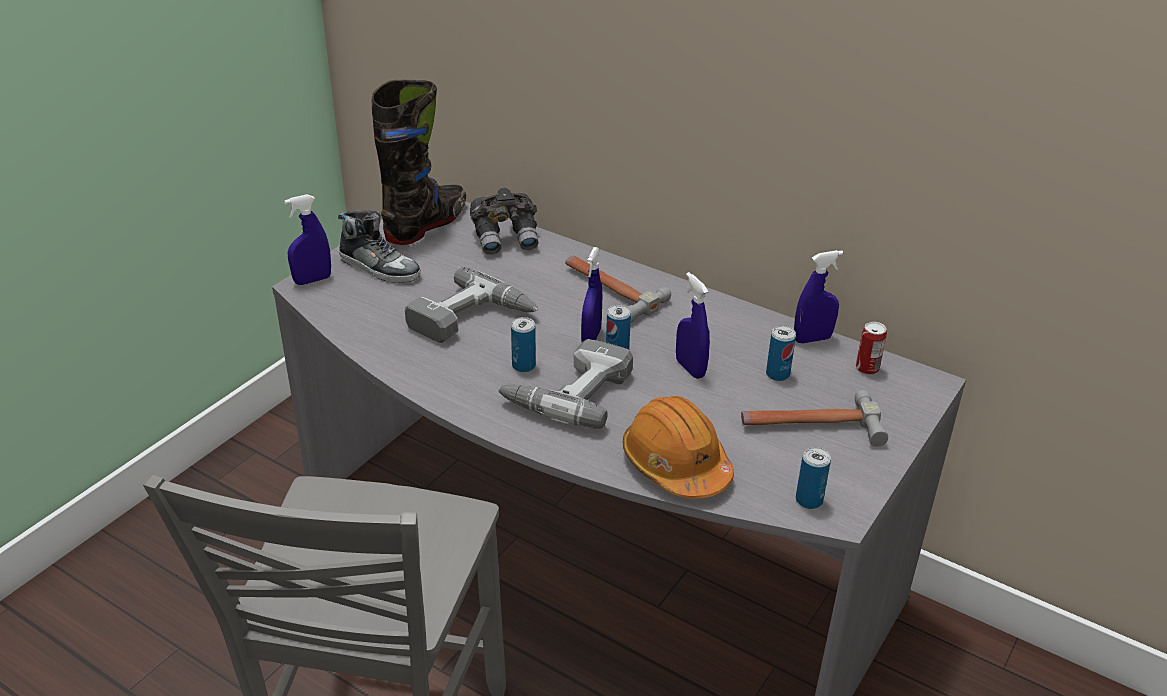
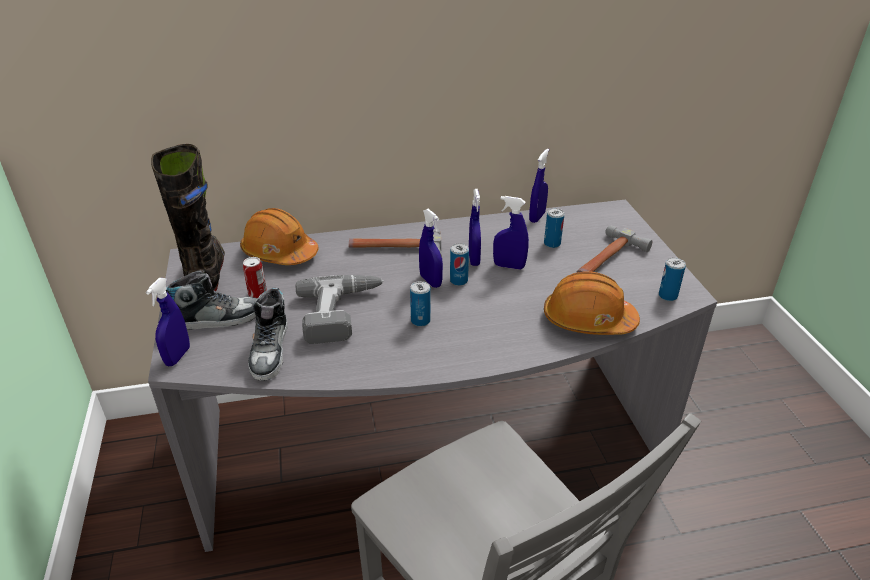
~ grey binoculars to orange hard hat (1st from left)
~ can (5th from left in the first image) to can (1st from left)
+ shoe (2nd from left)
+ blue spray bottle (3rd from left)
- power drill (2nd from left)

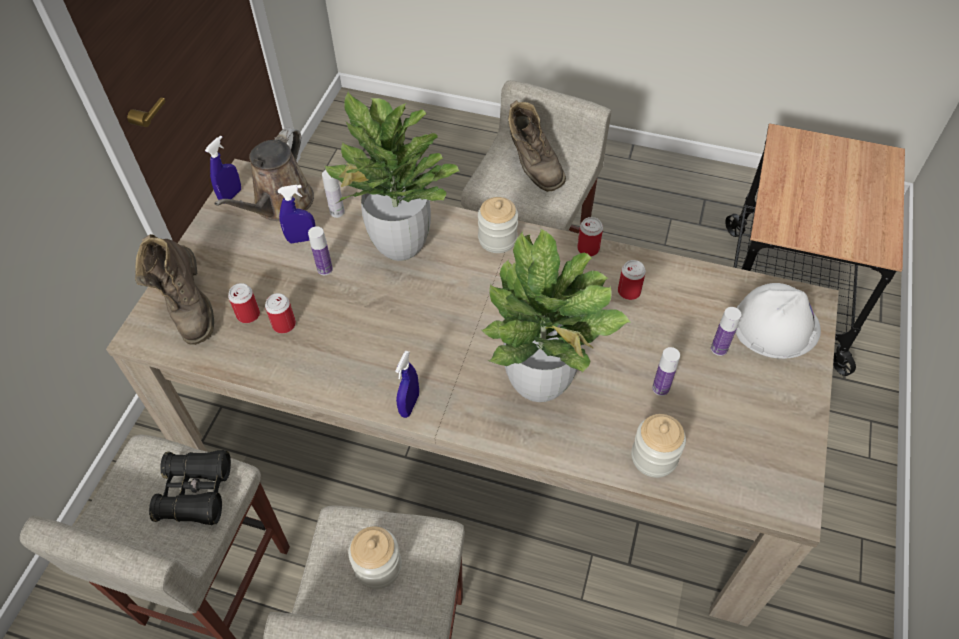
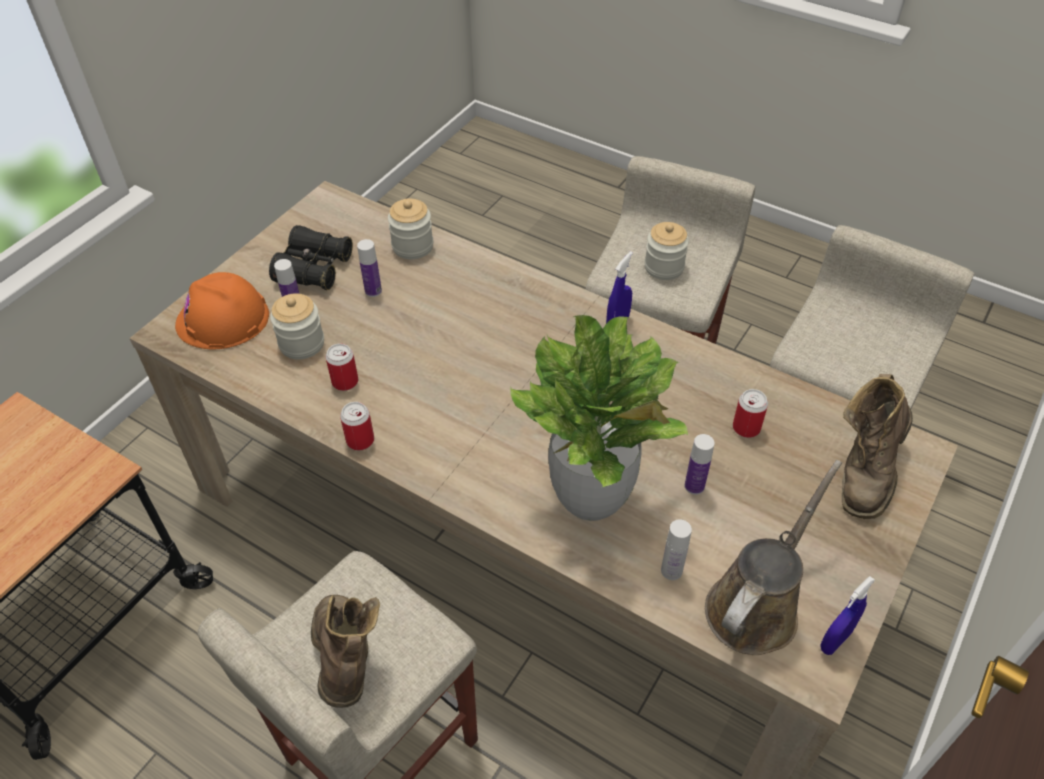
~ white hard hat to orange hard hat
~ black binoculars
~ jar (2nd from left in the first image) to jar (1st from left)
~ brown boot (1st from left in the first image) 150 degrees counterclockwise
- can (1st from left)
- blue spray bottle (2nd from left)
- potted plant (2nd from left)

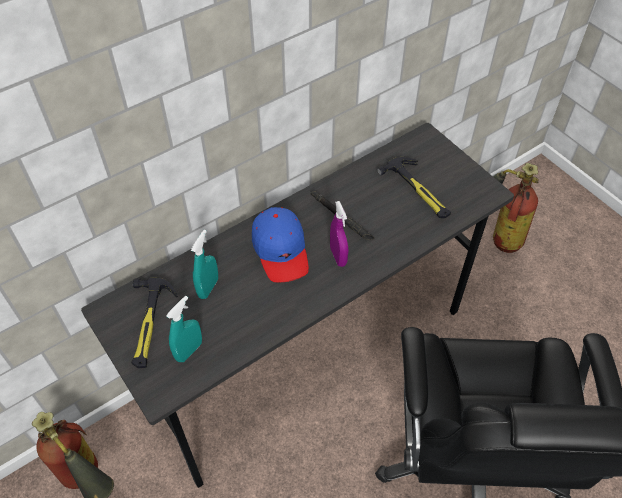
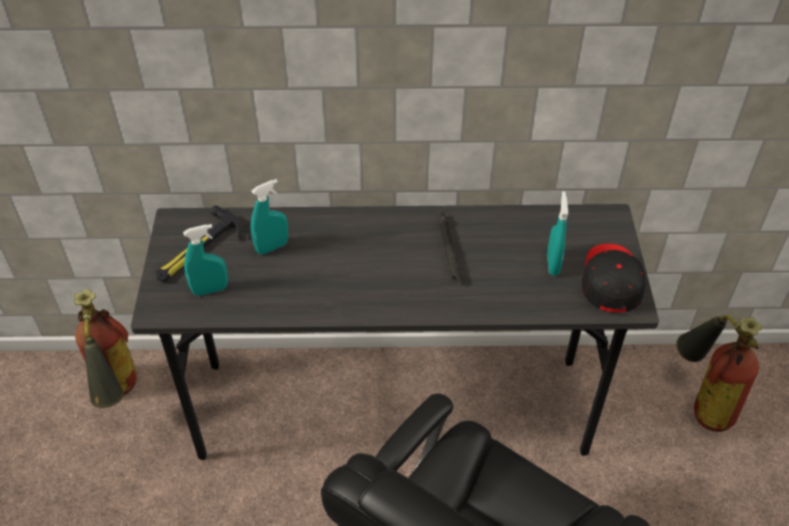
~ hammer (2nd from left) to turquoise spray bottle (3rd from left)
+ black cap
- blue cap
- purple spray bottle

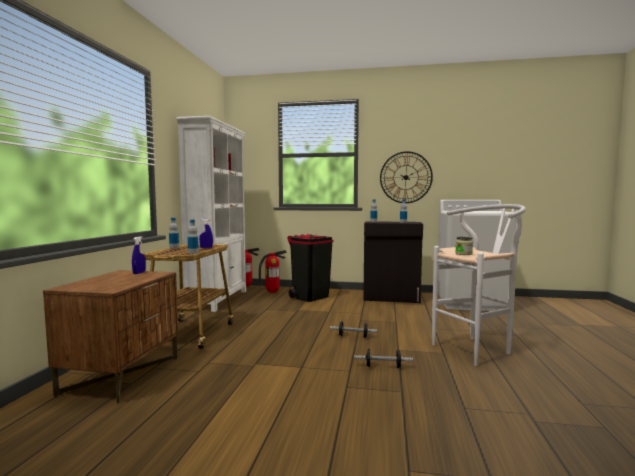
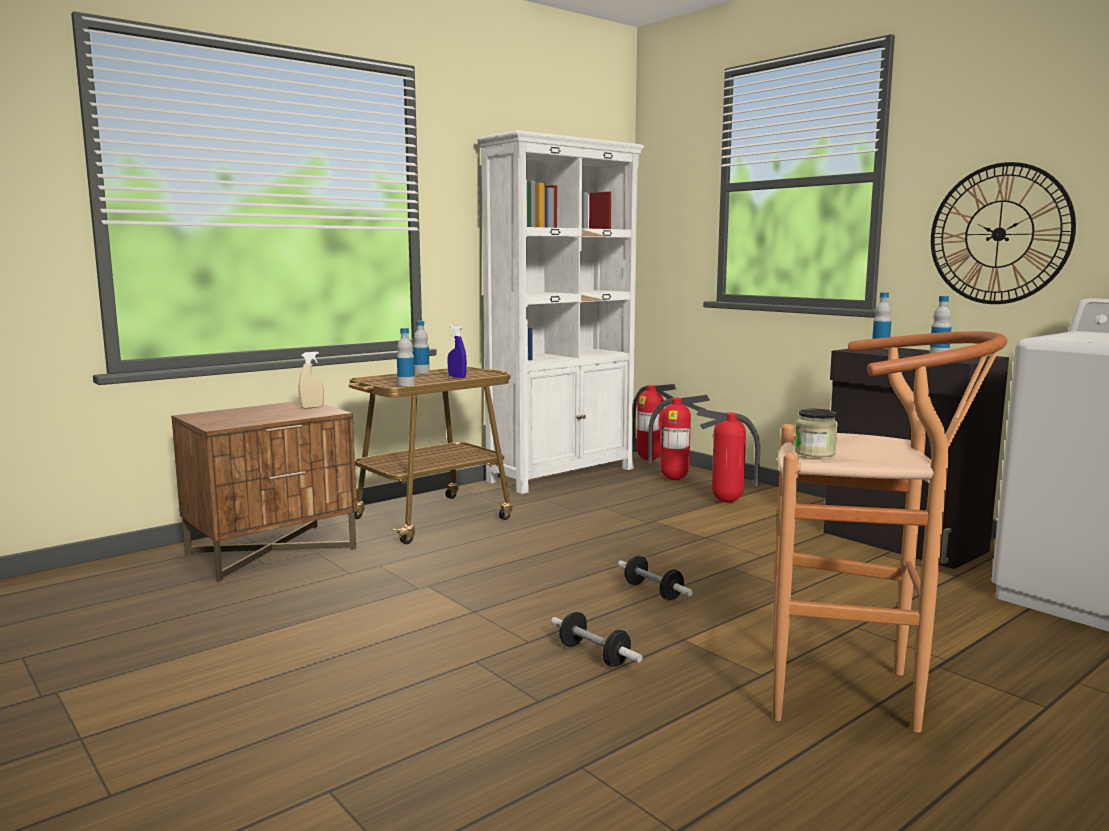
~ blue spray bottle (1st from left) to beige spray bottle
~ black trash can to fire extinguisher (3rd from left)
~ white stool to brown stool

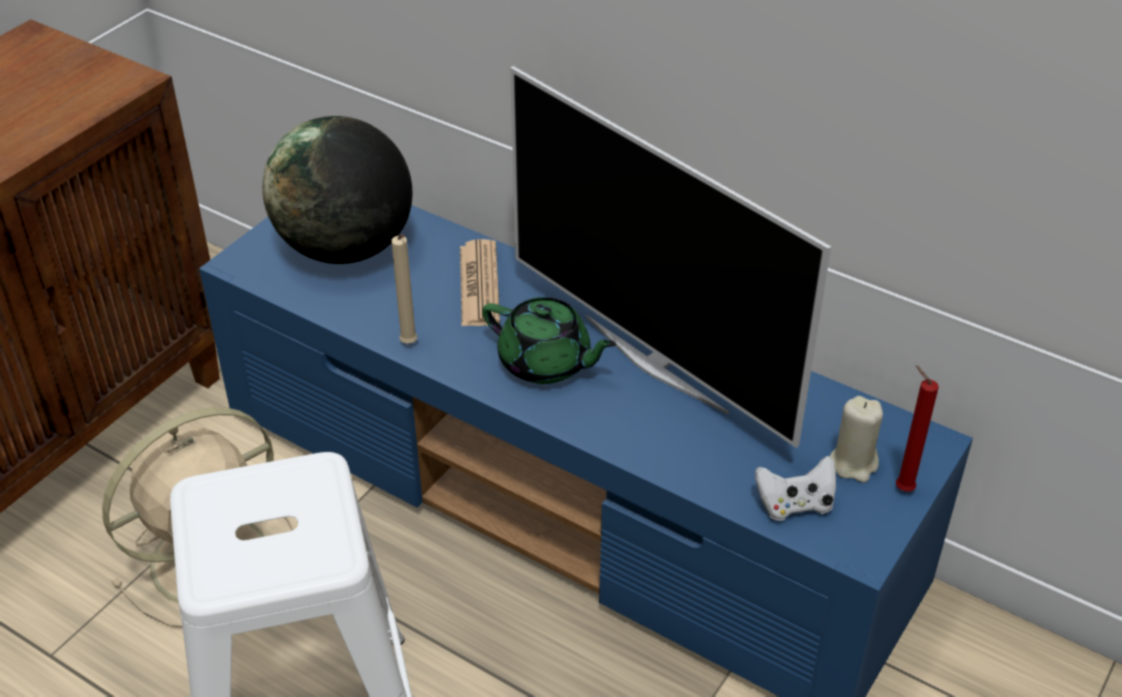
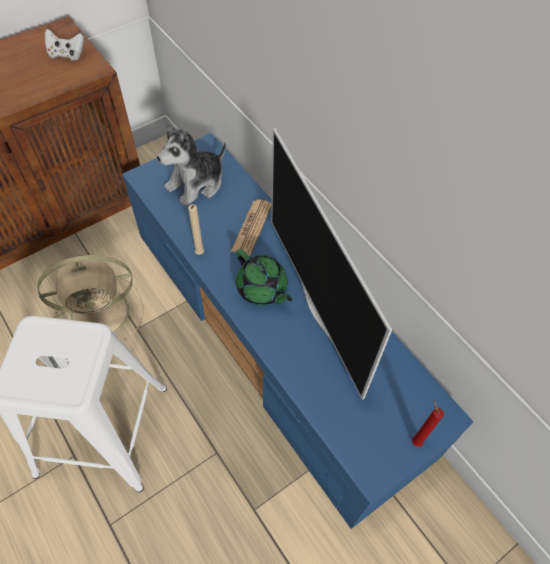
~ white game controller
~ globe to plush toy
- beige candle (2nd from left)

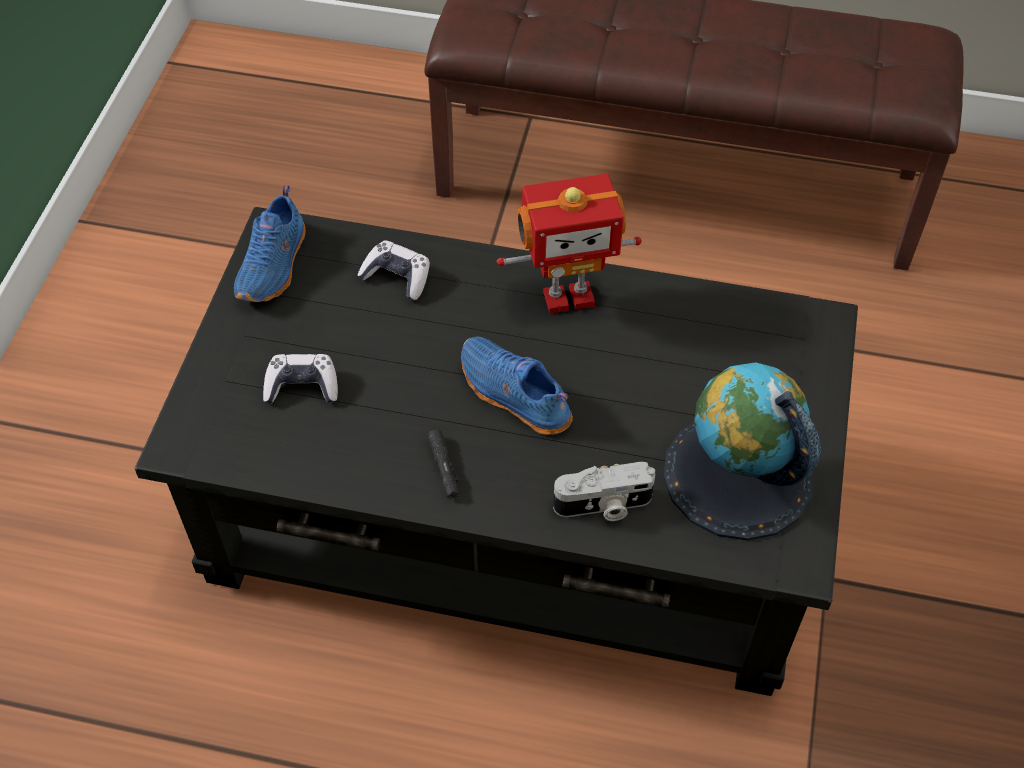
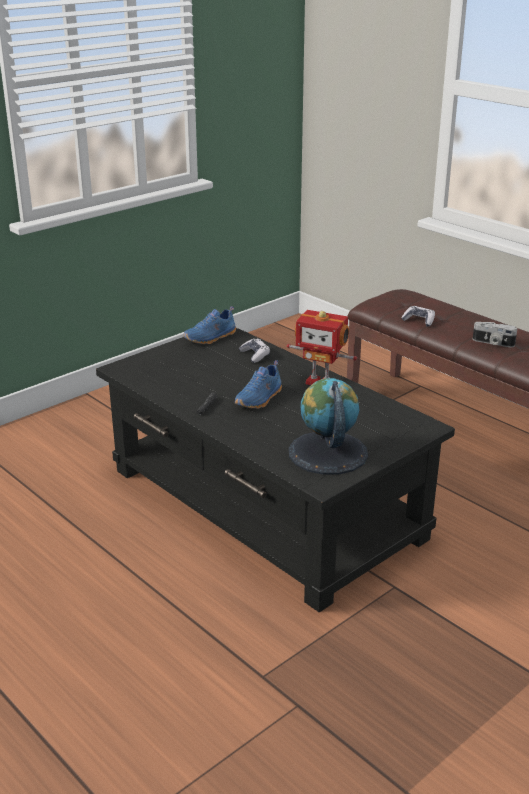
~ blue shoe (2nd from left) 135 degrees counterclockwise
~ game controller (1st from left in the first image) to game controller (2nd from left)
~ photo camera

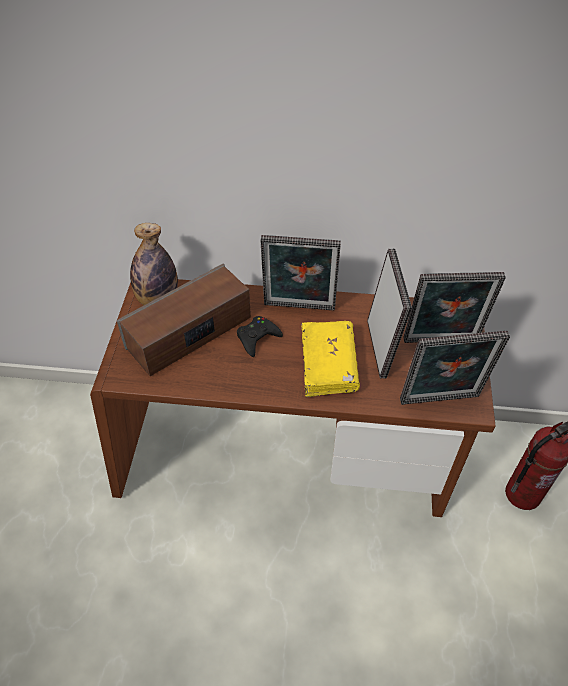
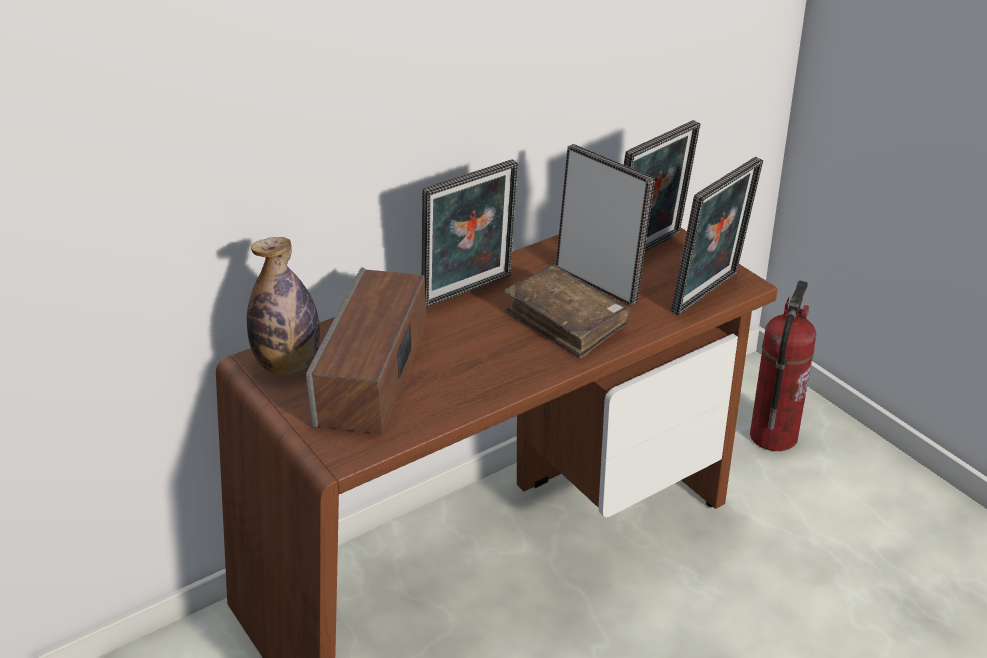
~ yellow book to brown book
- black game controller

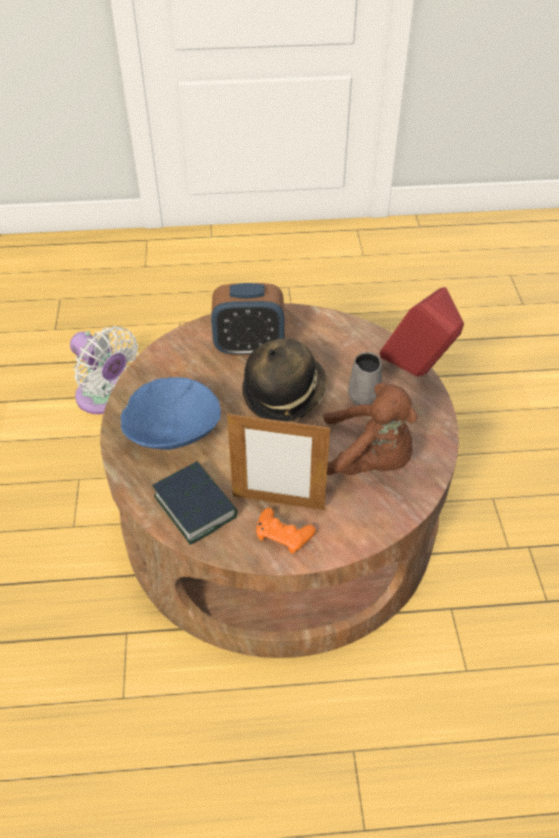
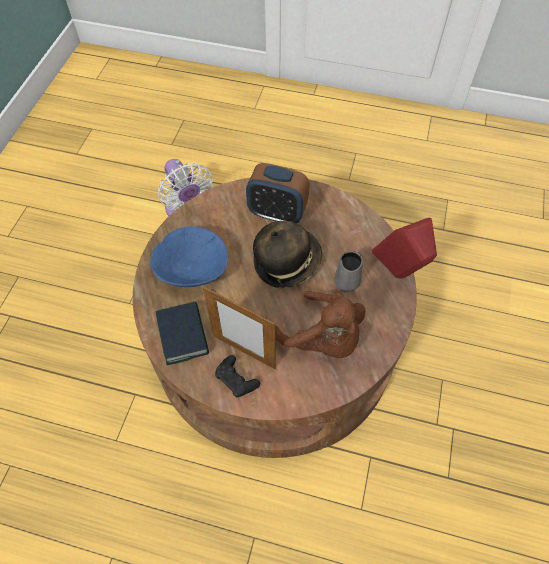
~ orange game controller to black game controller

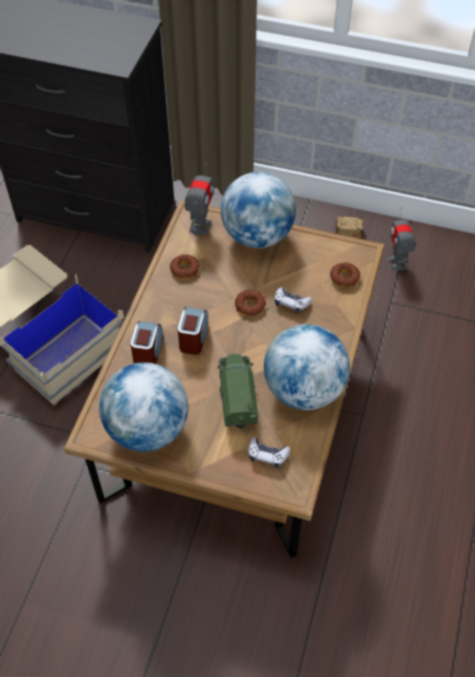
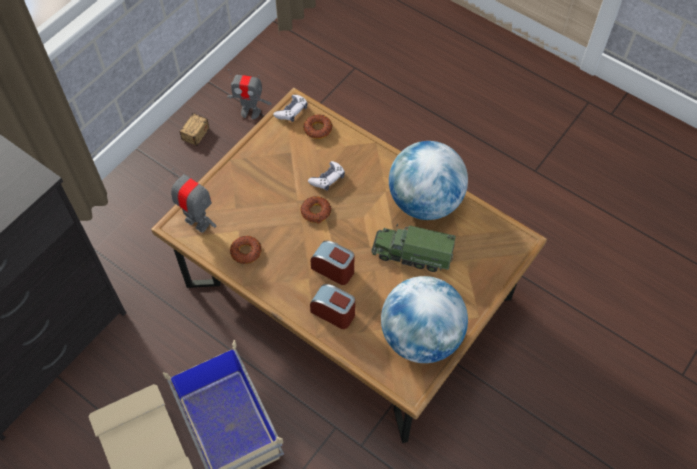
~ game controller (1st from left)
- globe (2nd from left)

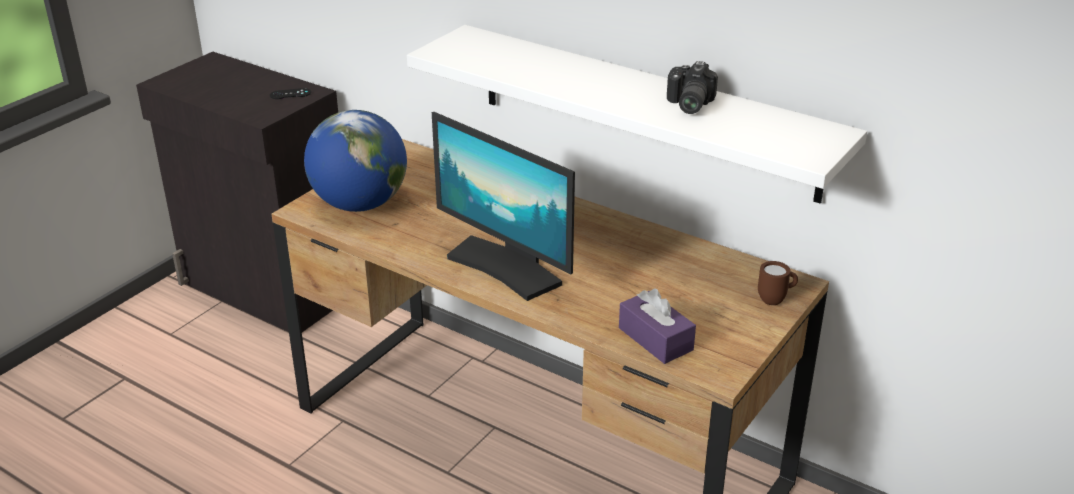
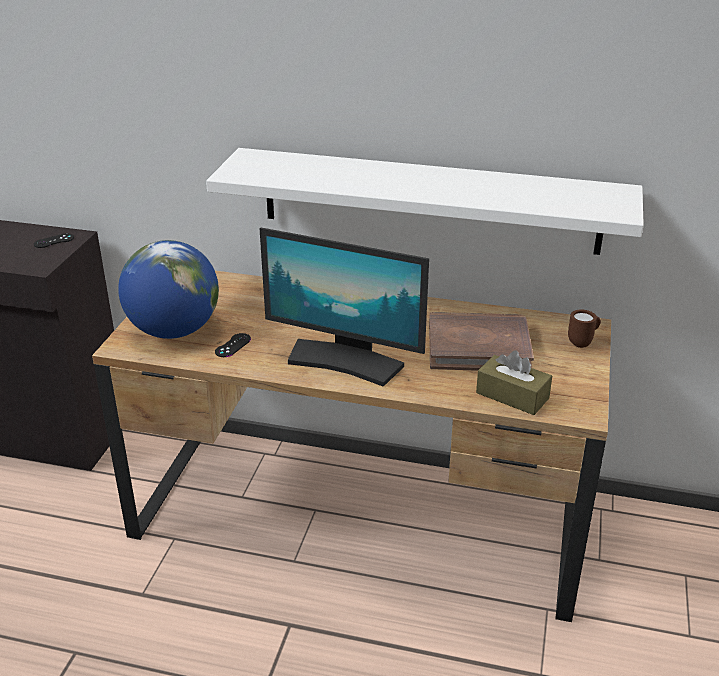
+ black game controller (2nd from left)
+ brown book
~ purple tissue box to brown tissue box
- photo camera

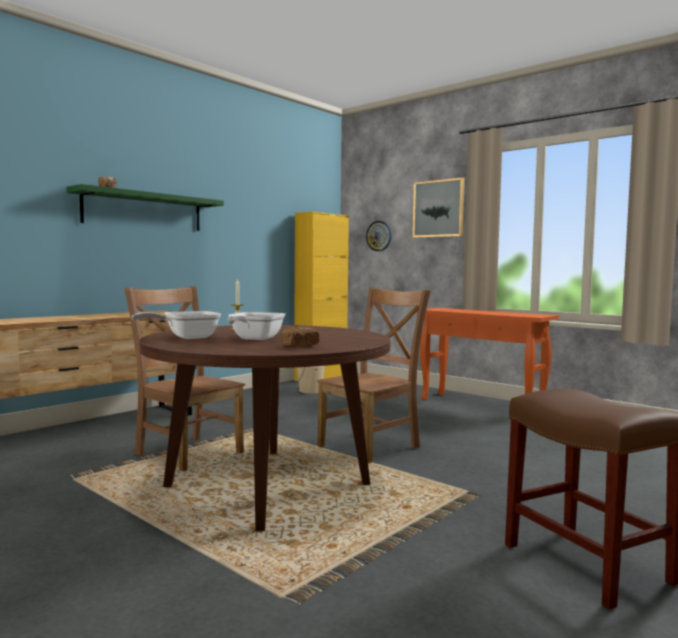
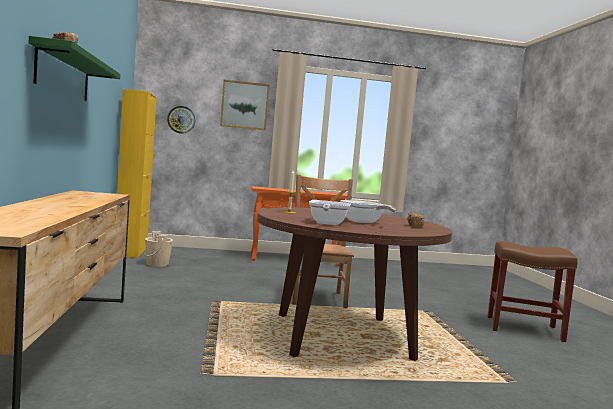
- brown chair (1st from left)

